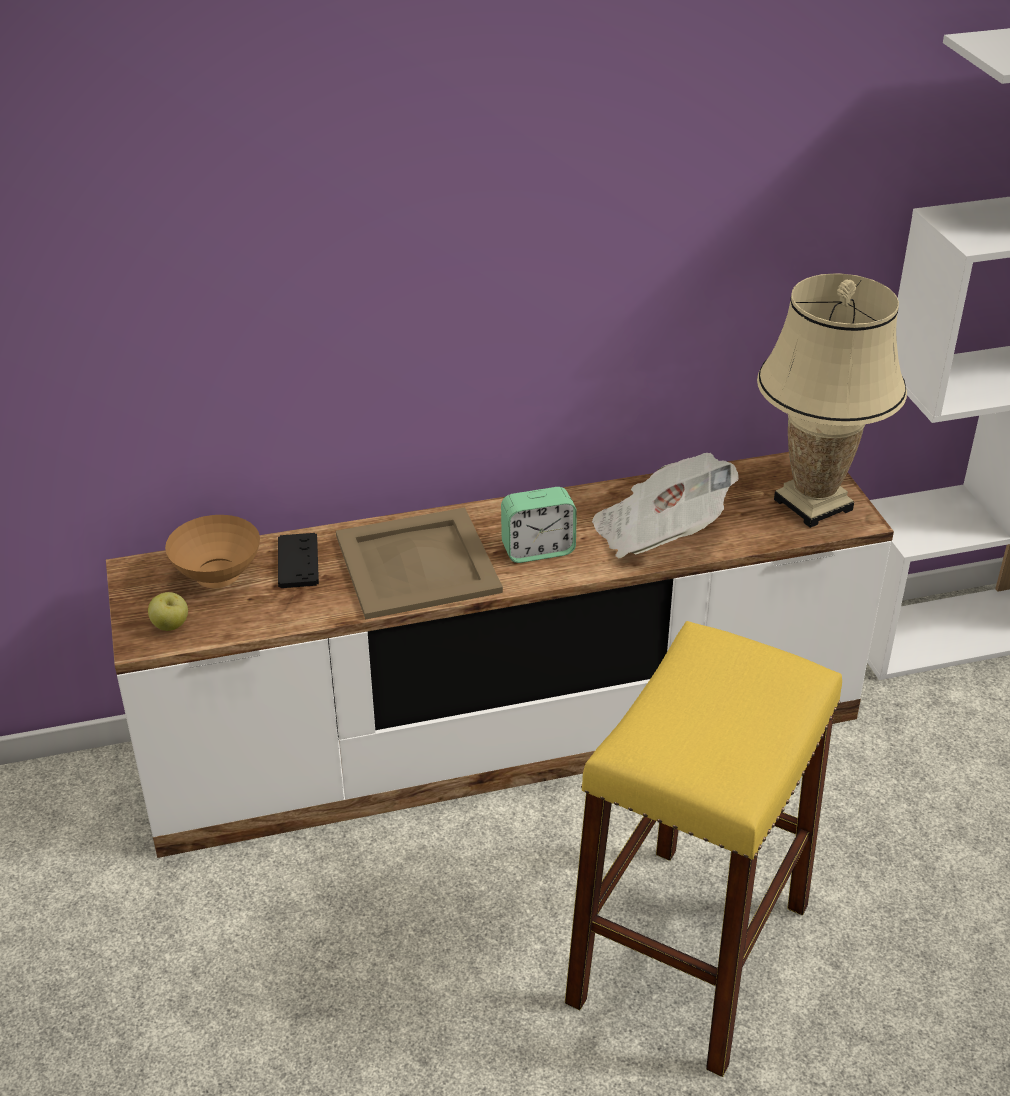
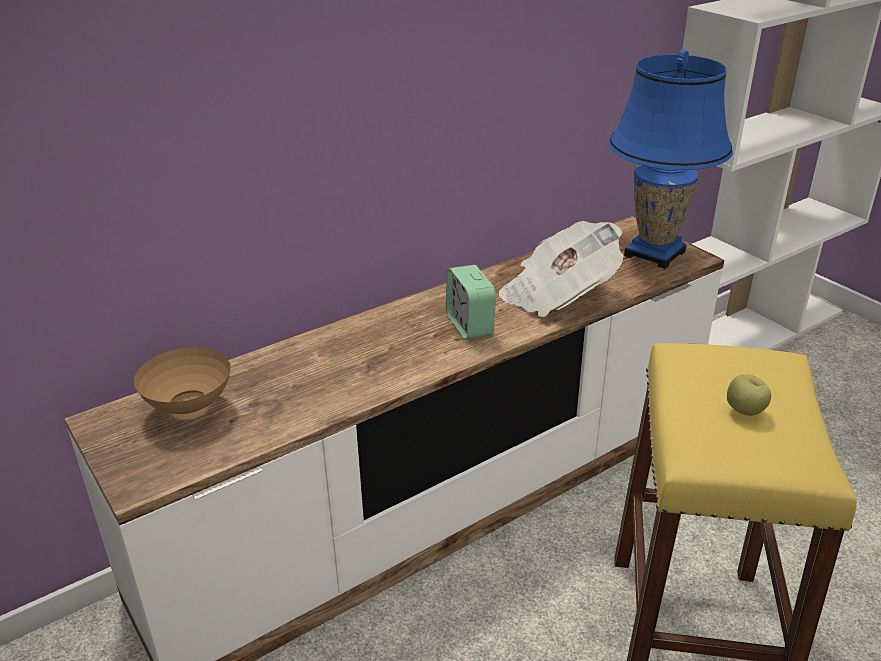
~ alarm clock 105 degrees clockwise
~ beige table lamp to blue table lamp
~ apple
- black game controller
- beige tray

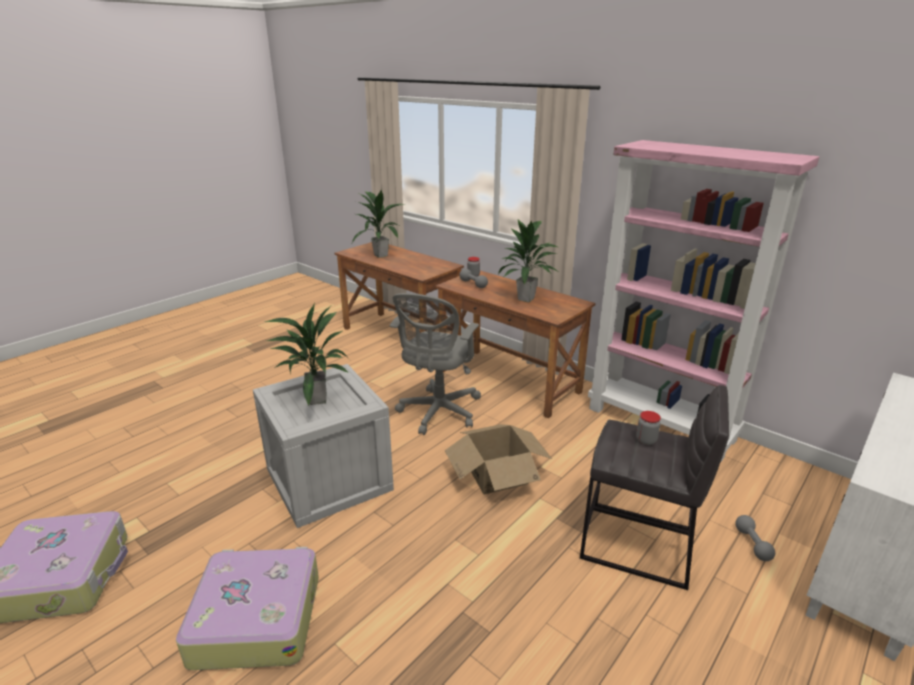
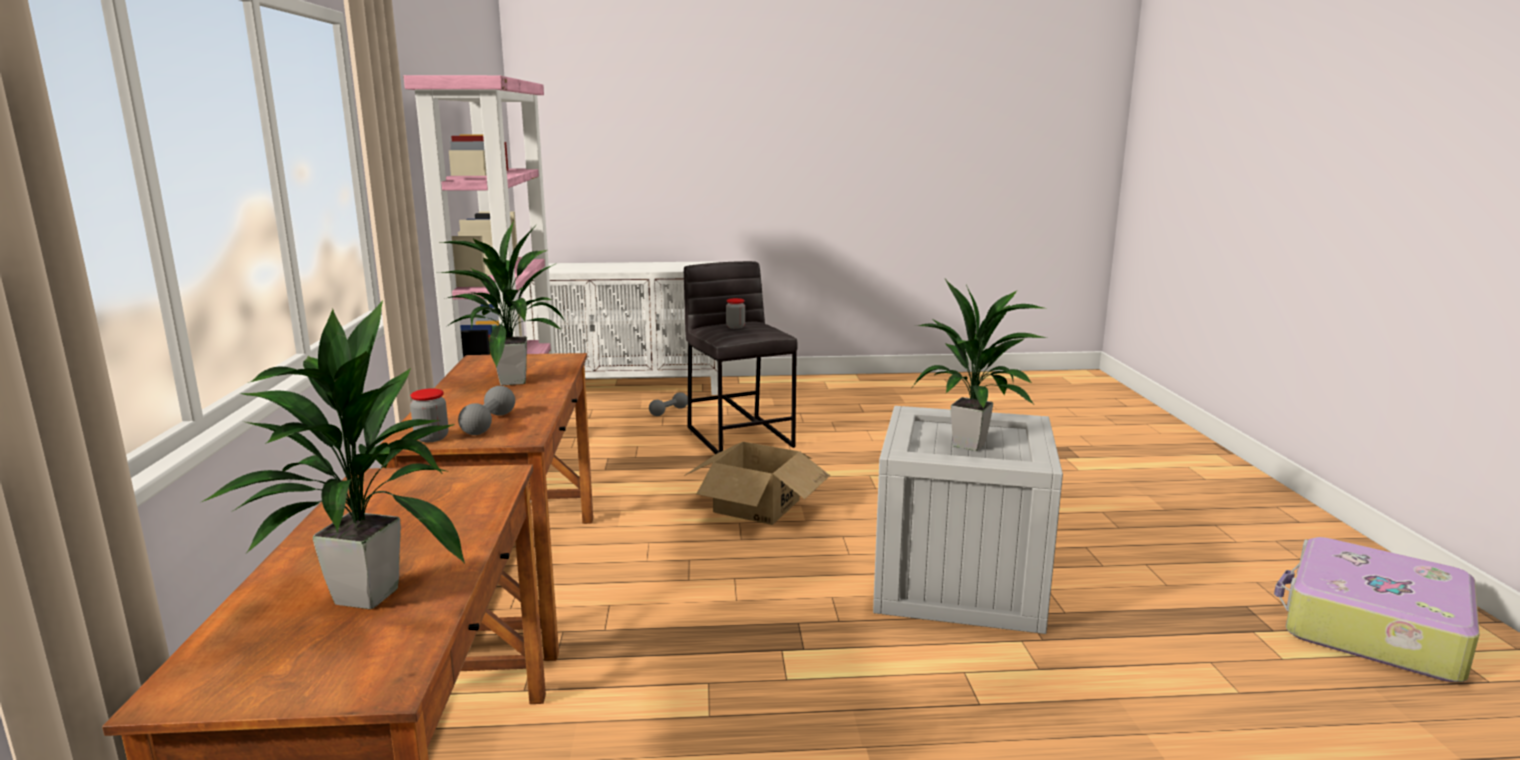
- suitcase (2nd from left)
- grey office chair

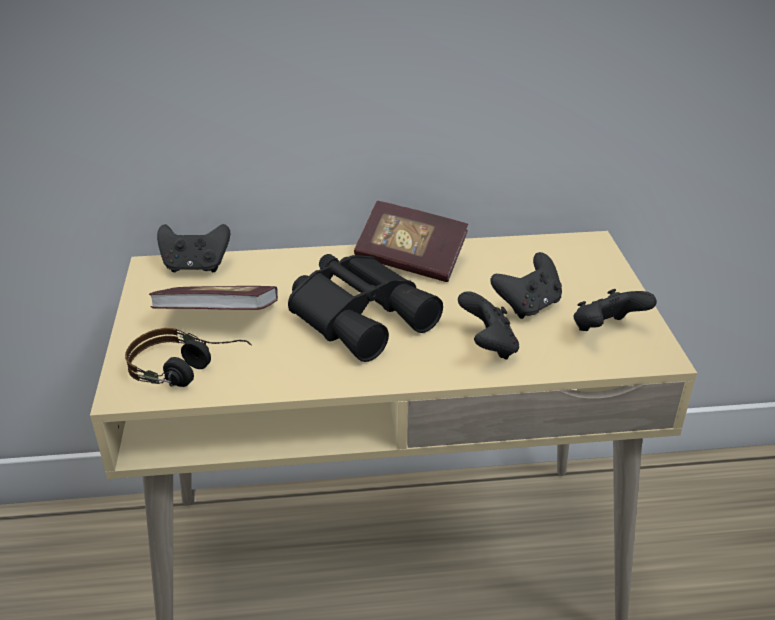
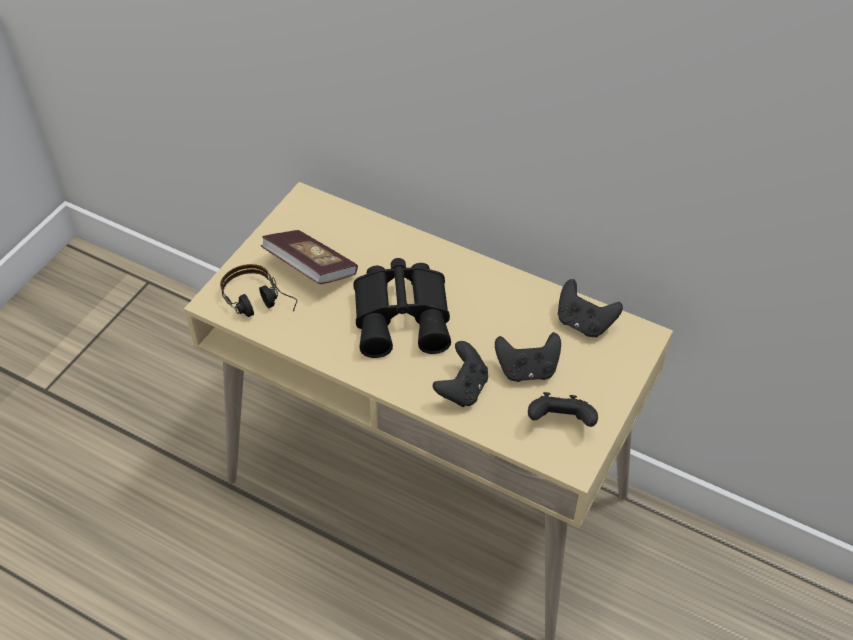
~ black game controller (1st from left in the first image) to black game controller (4th from left)
- book (2nd from left)

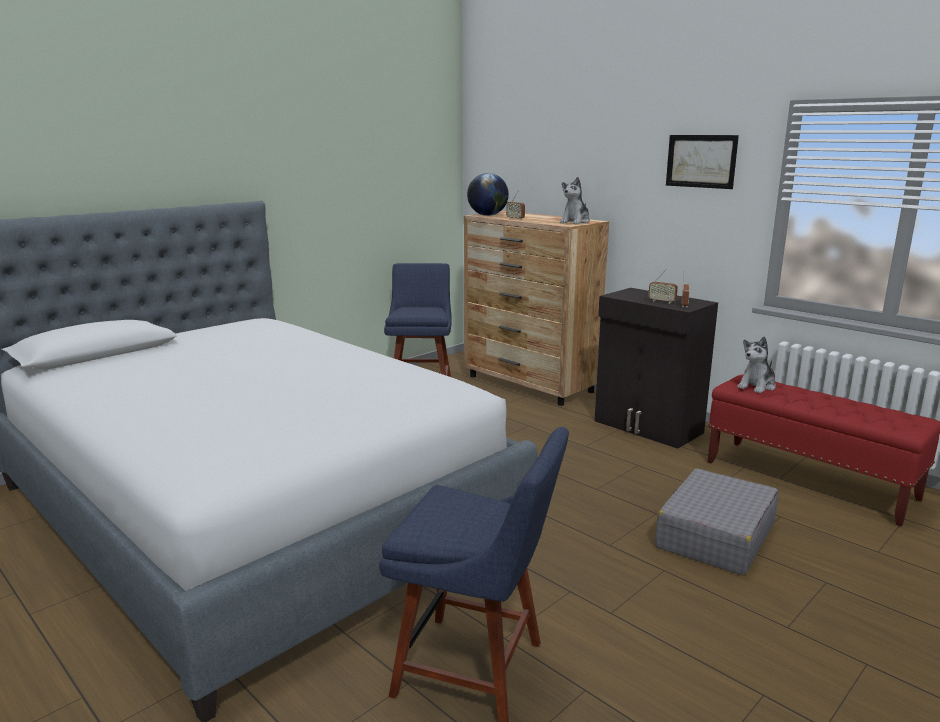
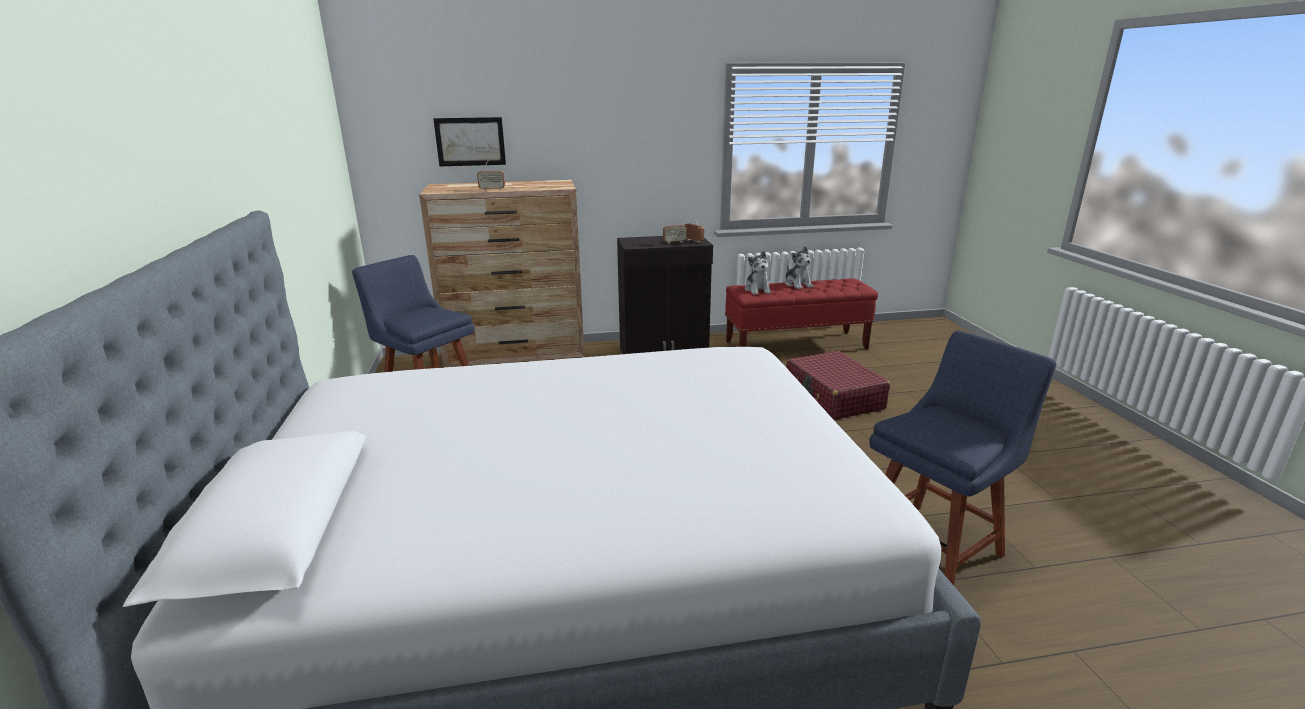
~ picture
~ plush toy (1st from left in the first image) to plush toy (2nd from left)
~ grey suitcase to red suitcase
- globe

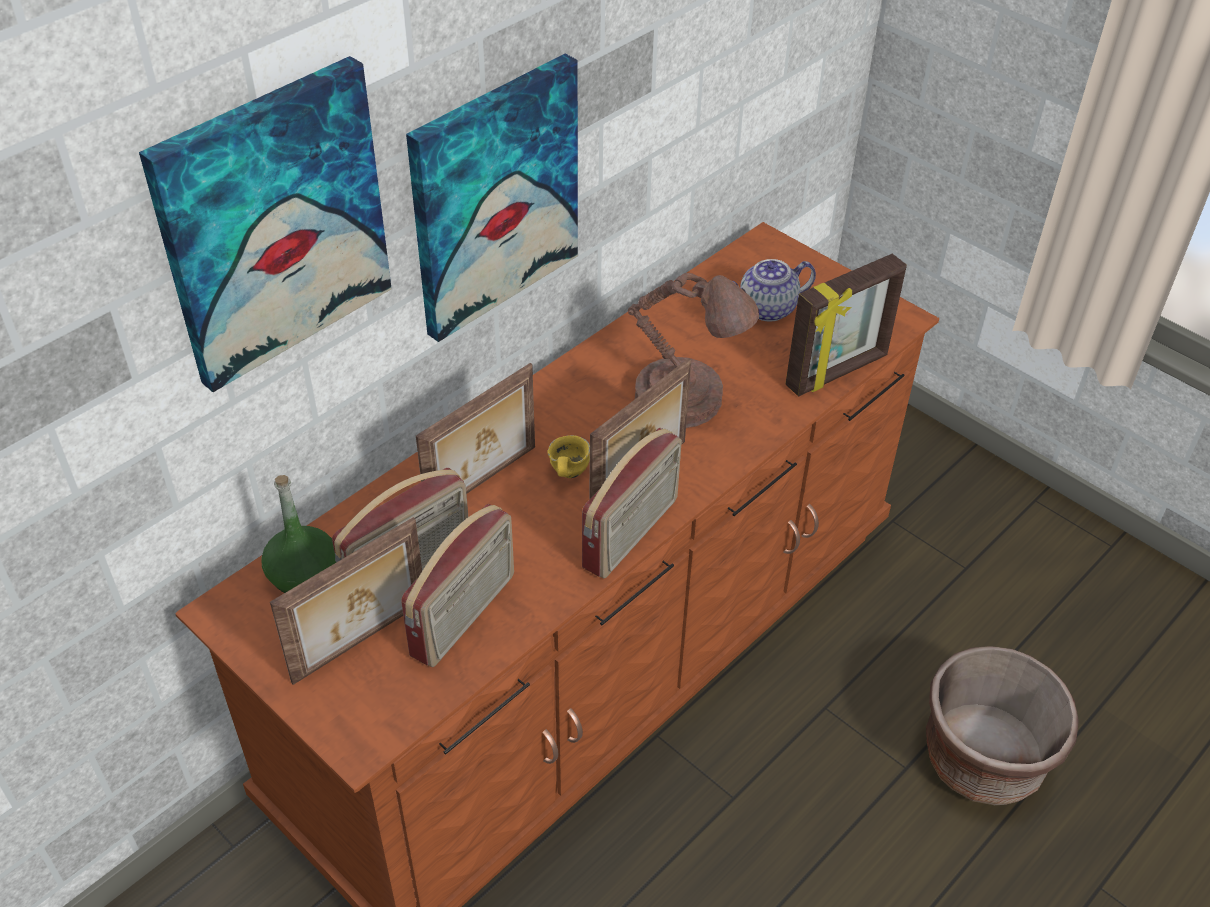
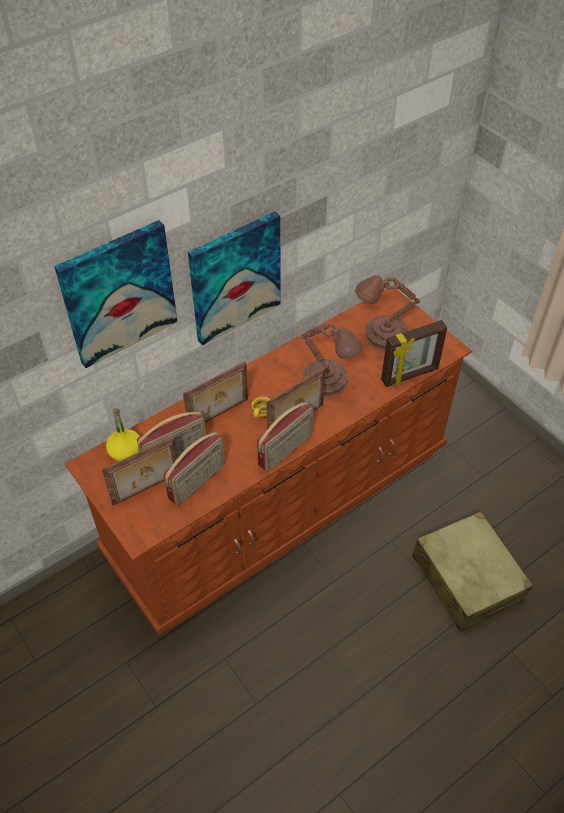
~ green bottle to yellow bottle
~ teapot to brown table lamp (2nd from left)
~ brown planter to beige suitcase

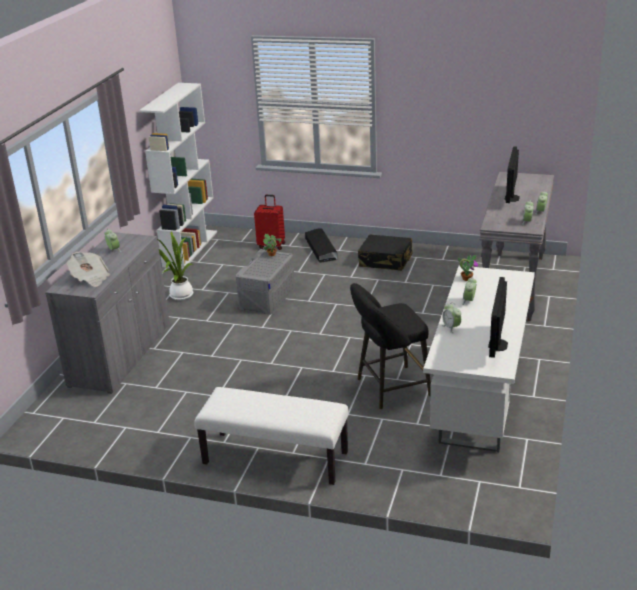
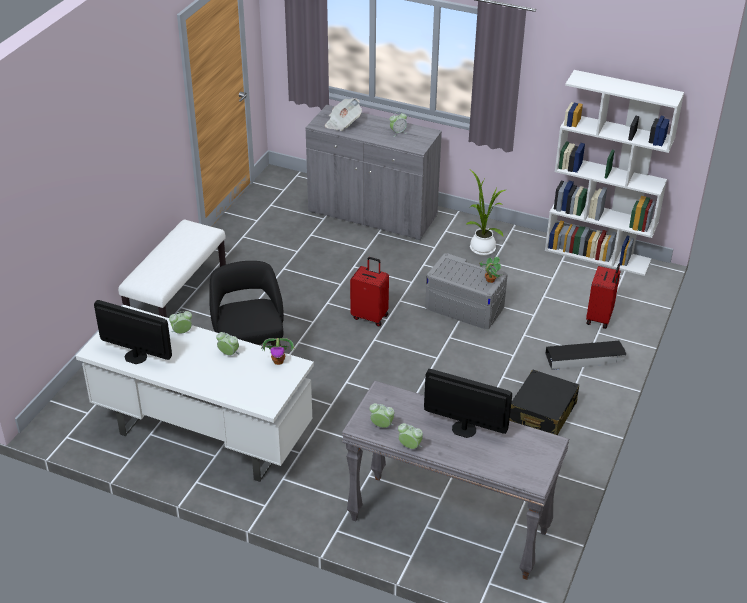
+ red suitcase (1st from left)

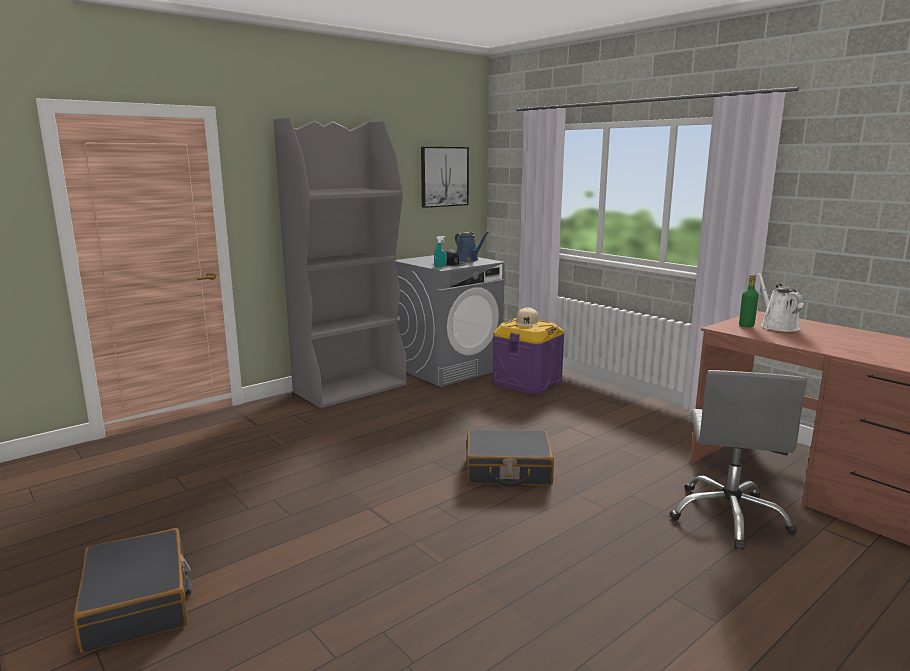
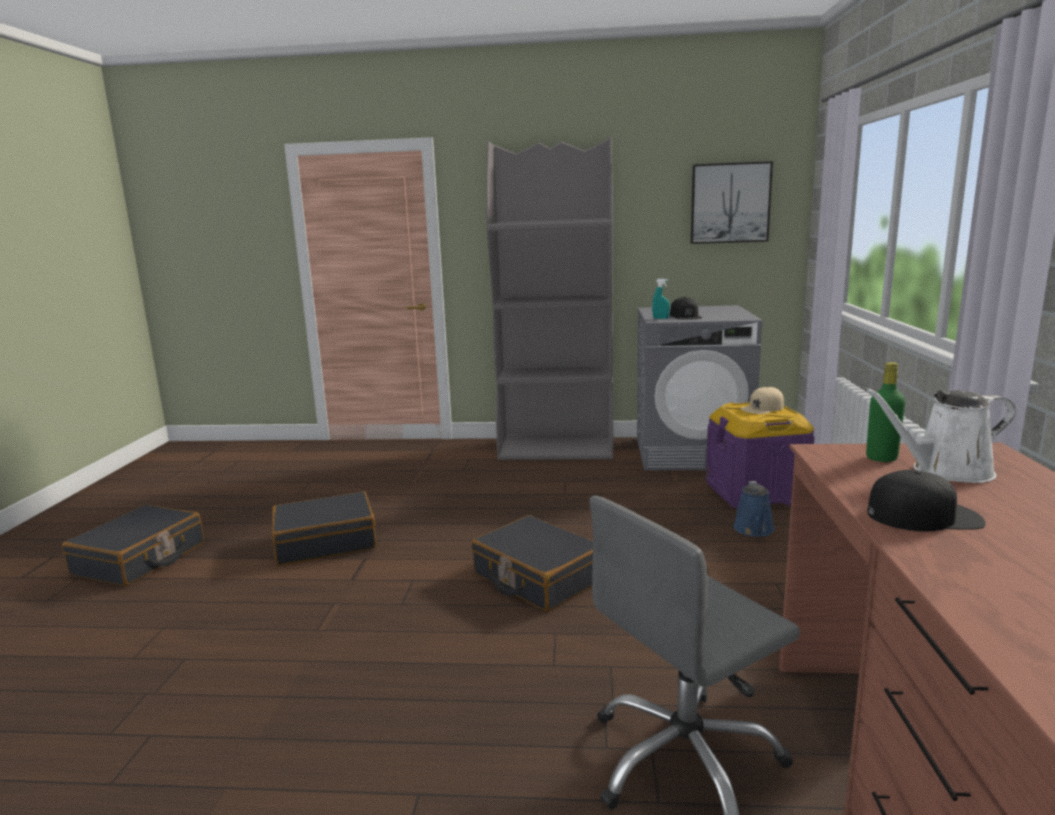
+ black suitcase (2nd from left)
~ blue watering can
~ white watering can 135 degrees counterclockwise
+ black cap (2nd from left)

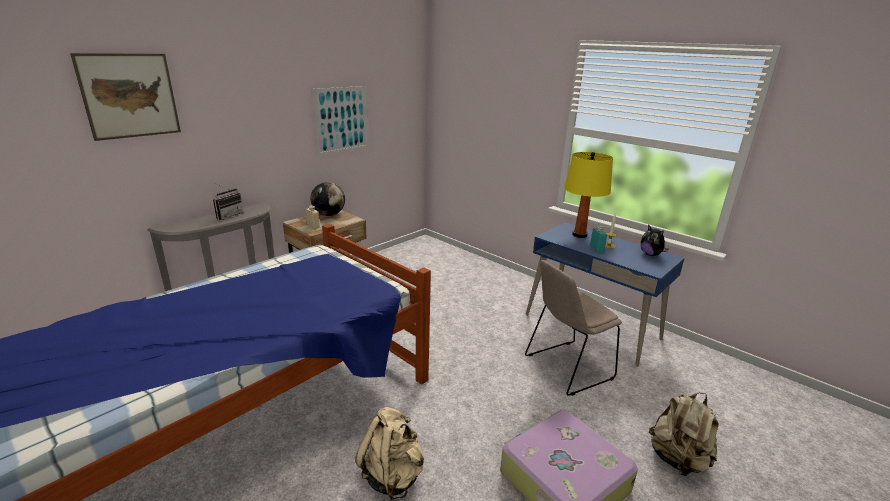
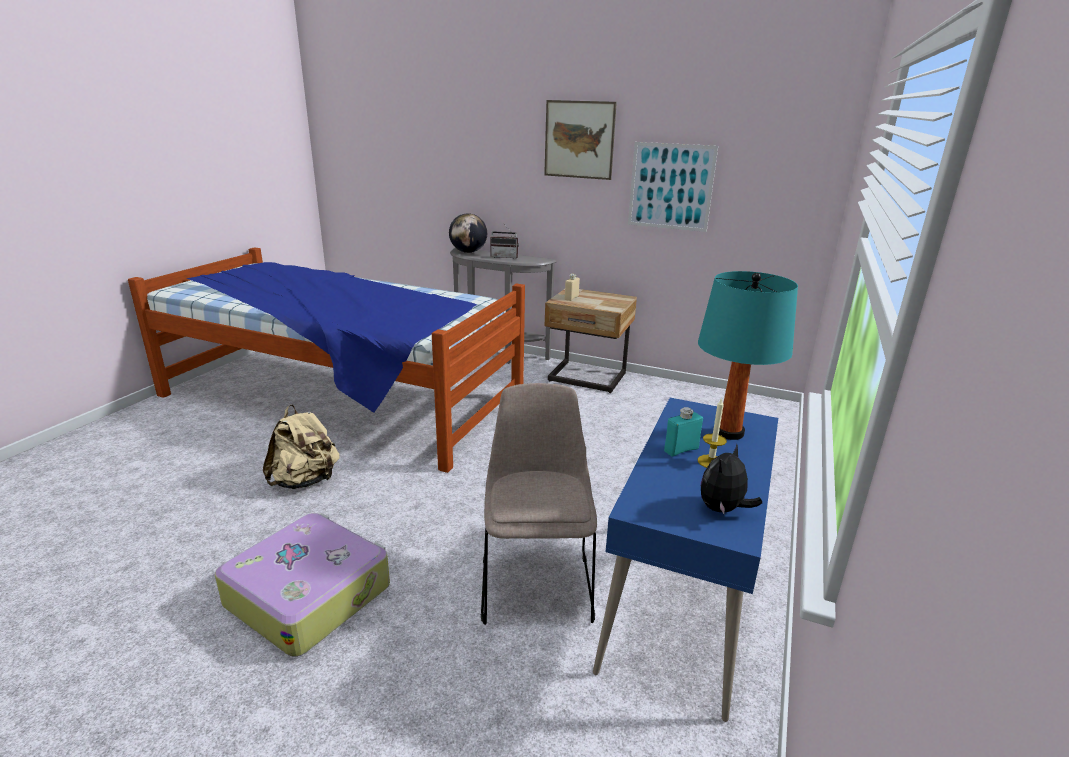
~ globe
~ beige chair 45 degrees clockwise
~ picture (1st from left)
~ yellow table lamp to turquoise table lamp
- beige backpack (2nd from left)

